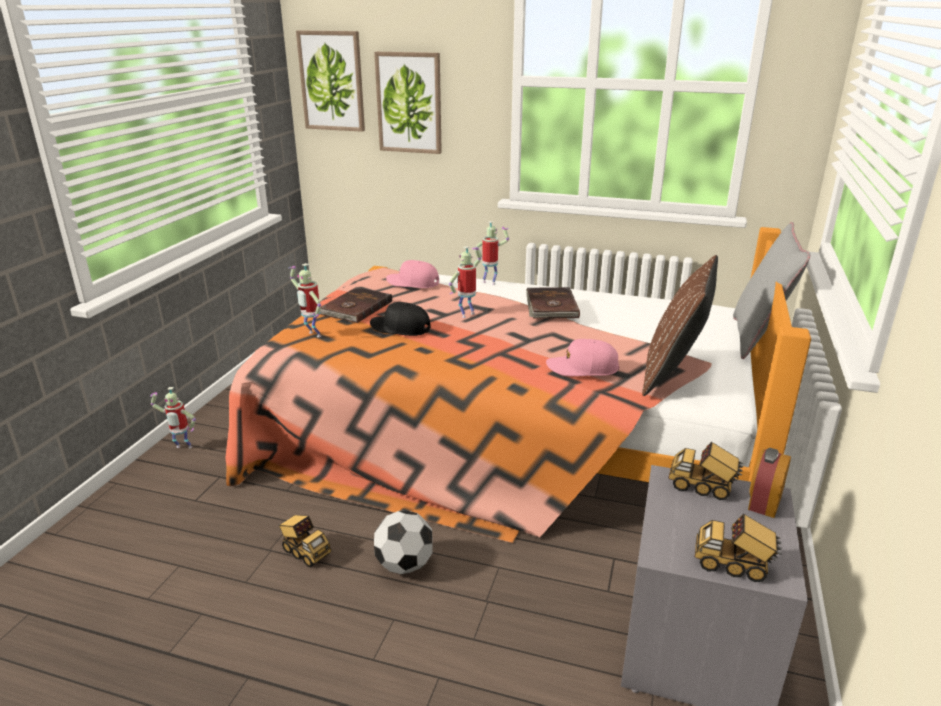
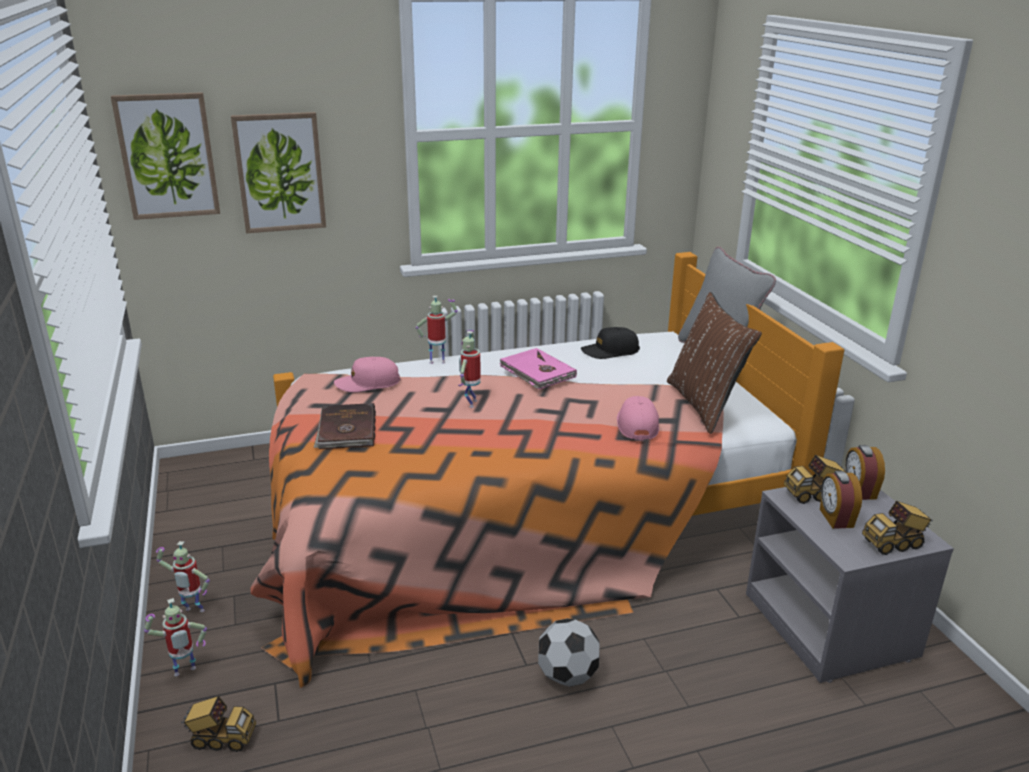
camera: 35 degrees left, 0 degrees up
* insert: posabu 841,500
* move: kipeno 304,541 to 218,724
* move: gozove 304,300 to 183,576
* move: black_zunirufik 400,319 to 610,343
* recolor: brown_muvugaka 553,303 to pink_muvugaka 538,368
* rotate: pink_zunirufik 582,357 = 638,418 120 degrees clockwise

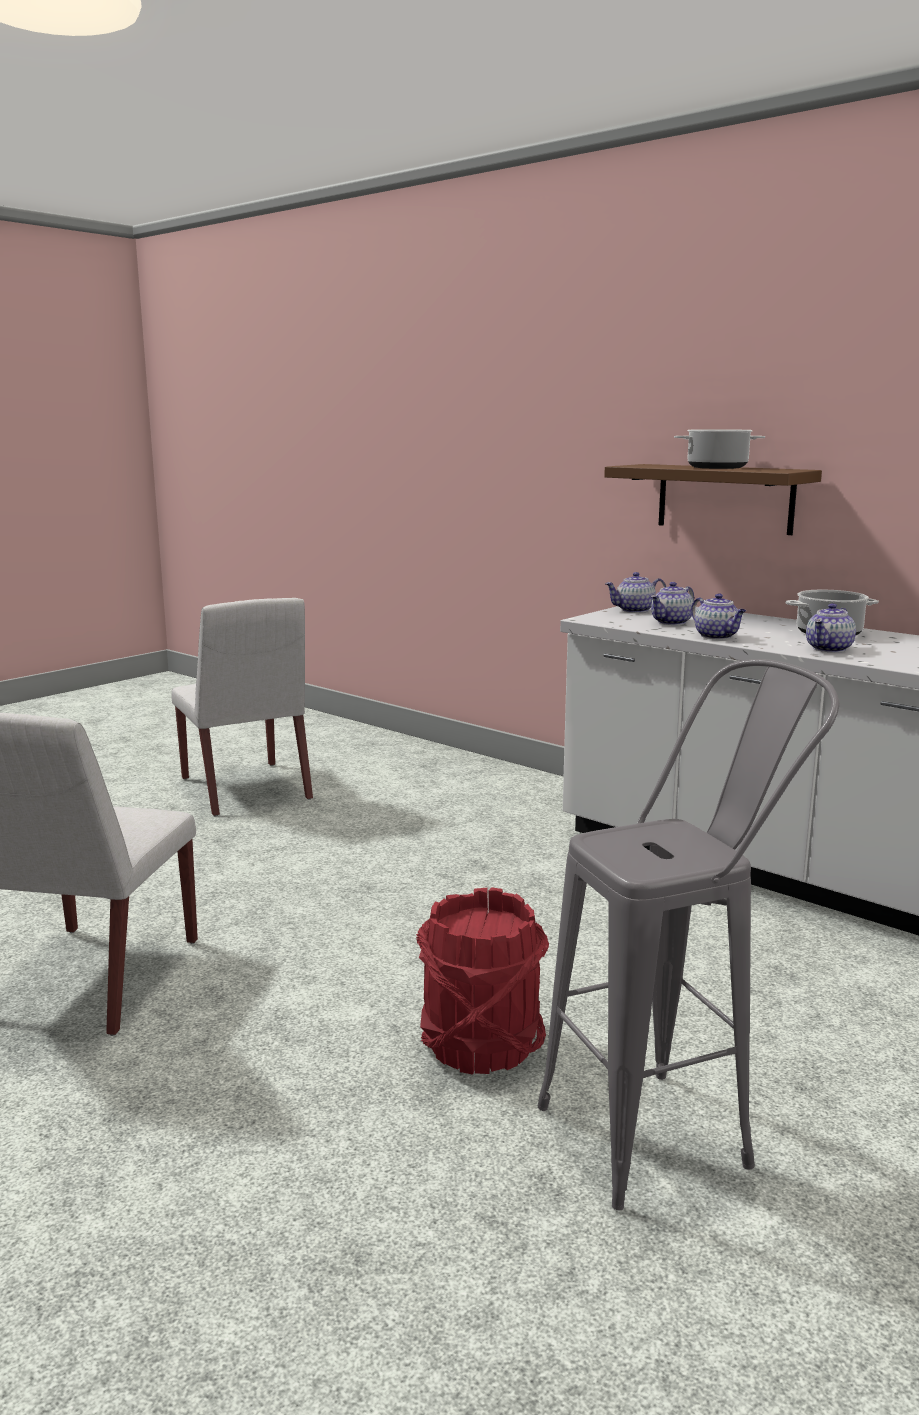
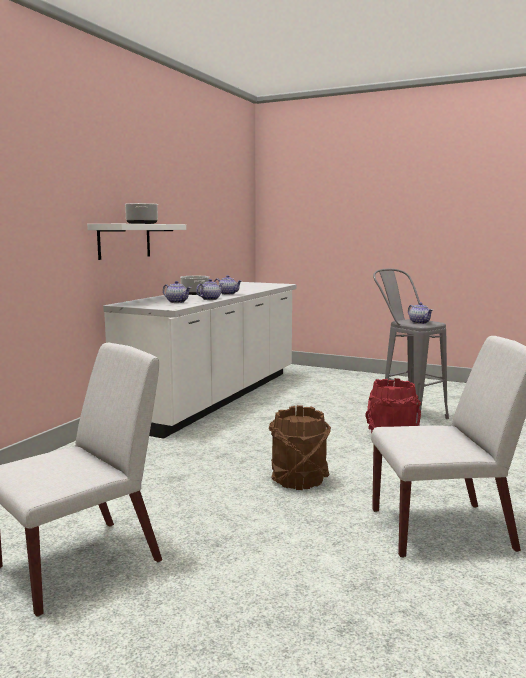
camera: 105 degrees left, 5 degrees down
* insert: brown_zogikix 300,447
* move: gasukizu 635,592 to 420,313
* recolor: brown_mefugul 713,499 to white_mefugul 136,242

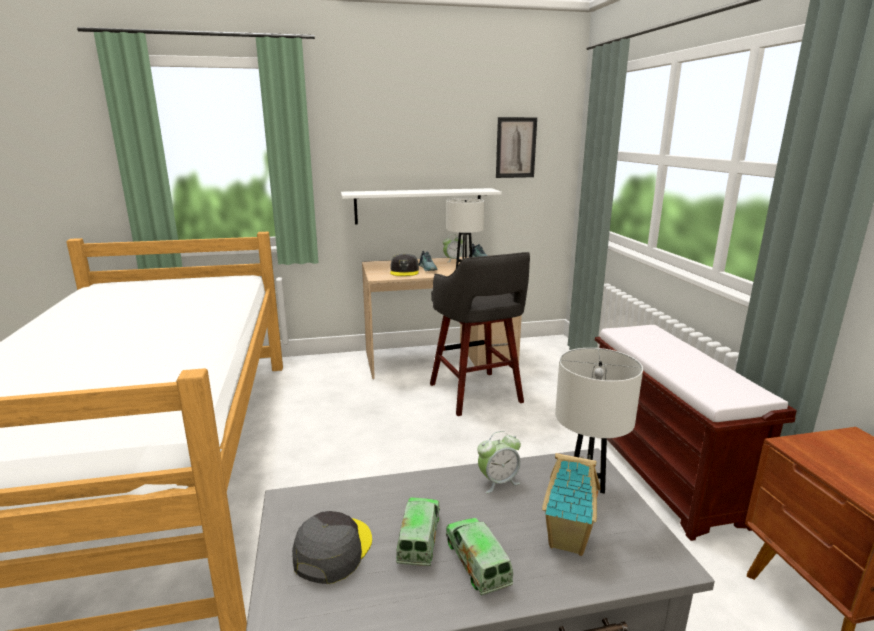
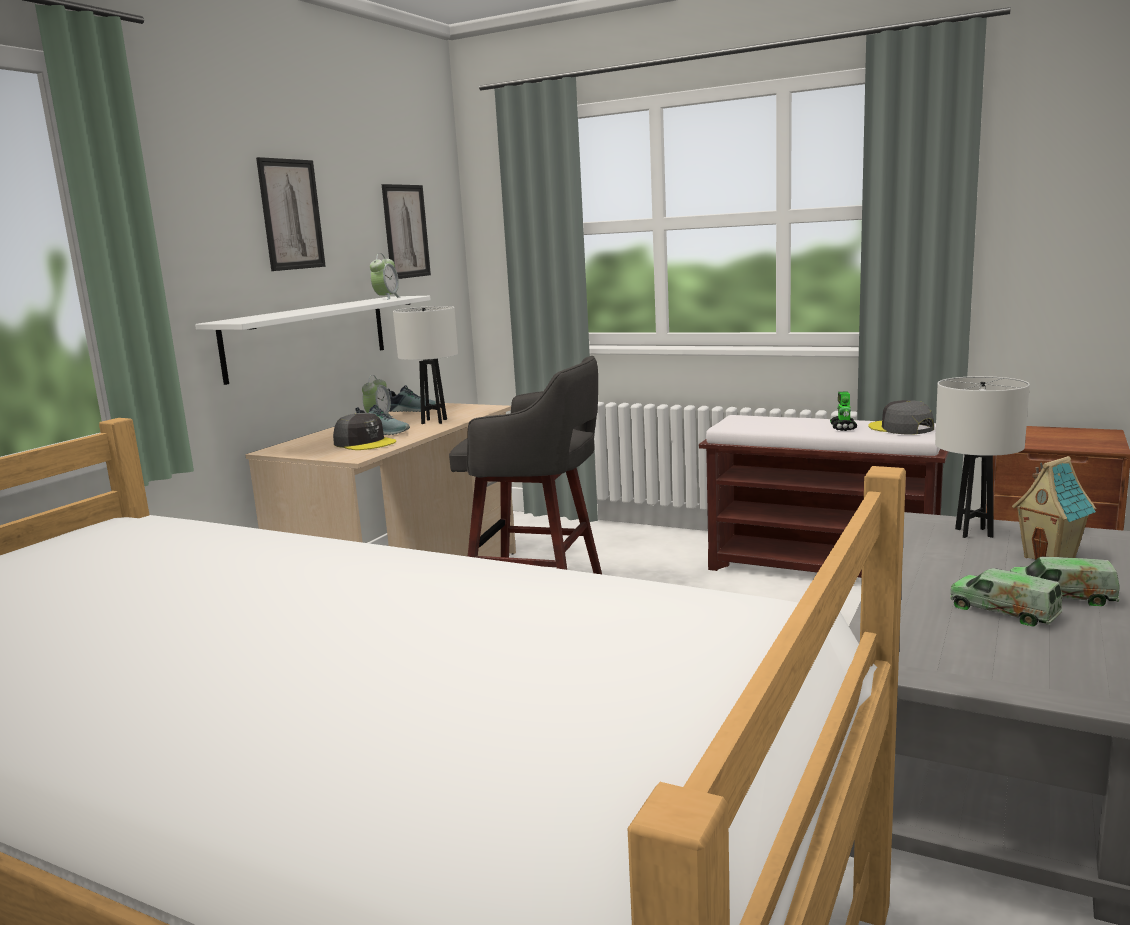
camera: 50 degrees left, 5 degrees down
* insert: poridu 291,214
* insert: gozove 843,411
* move: grey_zunirufik 332,547 to 901,417
* move: posabu 499,462 to 385,276

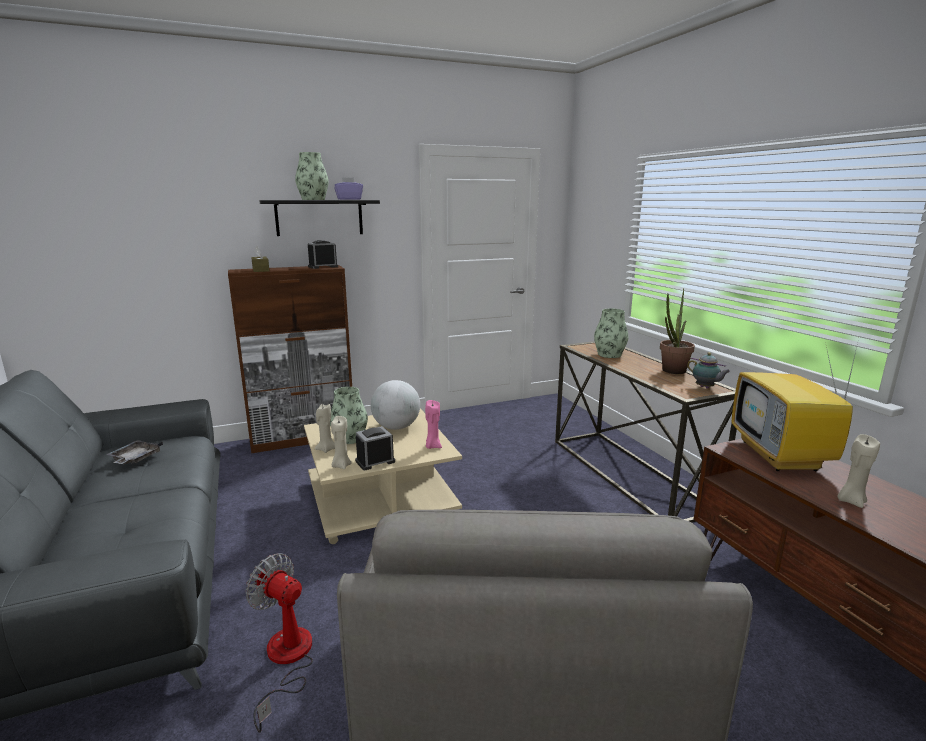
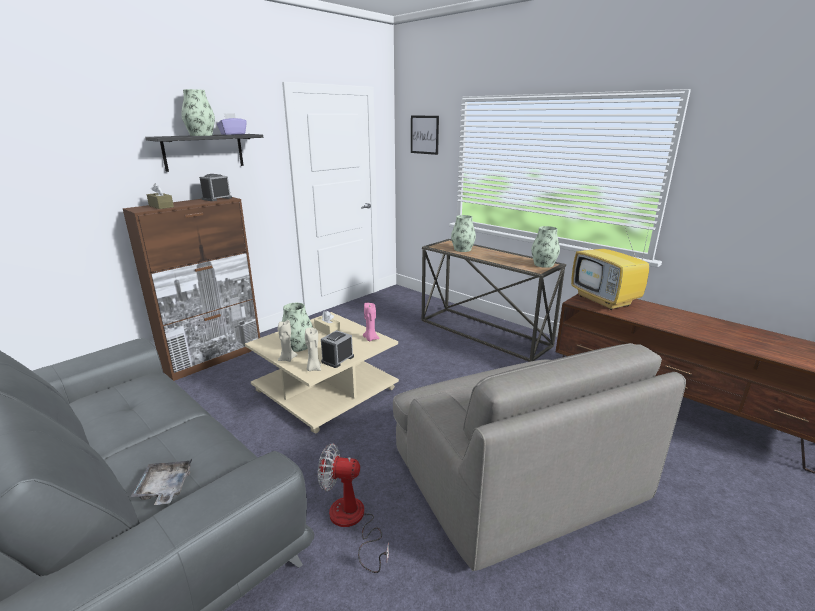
camera: 25 degrees left, 5 degrees up
* delete: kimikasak 677,331
* delete: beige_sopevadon 858,471
* insert: poridu 425,135
* move: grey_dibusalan 134,452 to 161,481
* replace: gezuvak 395,405 to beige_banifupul 327,323
* replace: gasukizu 709,370 to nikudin 545,247

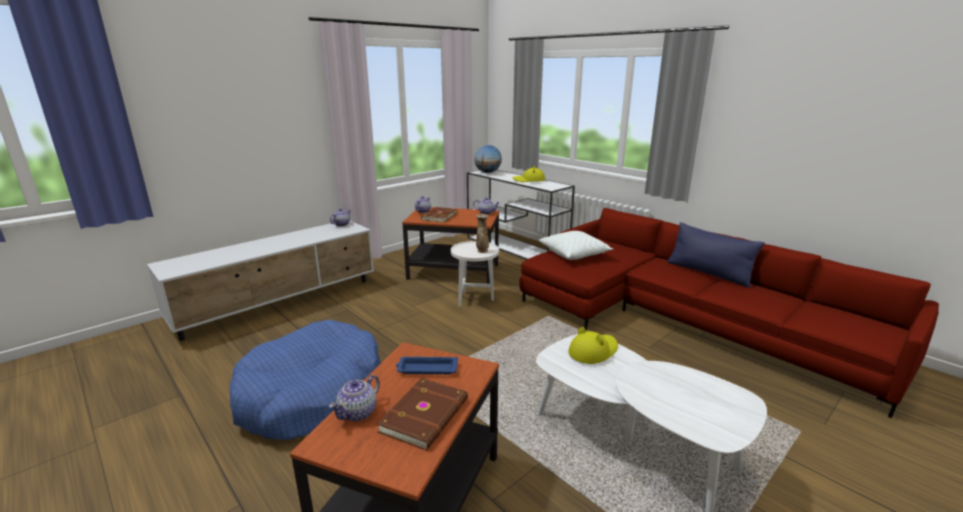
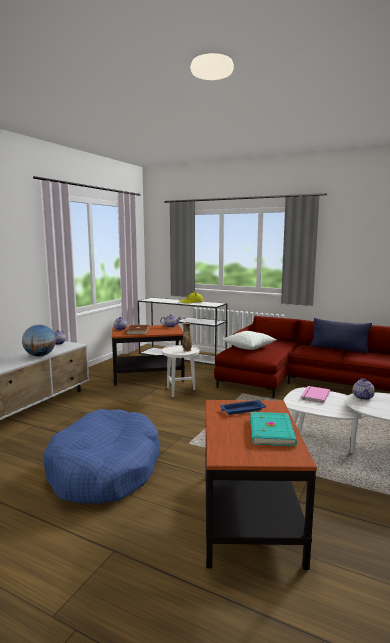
camera: 20 degrees left, 10 degrees down
* move: gasukizu 354,398 to 364,389
* move: gezuvak 488,159 to 39,340
* replace: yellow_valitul 593,345 to pink_muvugaka 315,394
* recolor: brown_muvugaka 422,414 to turquoise_muvugaka 273,429

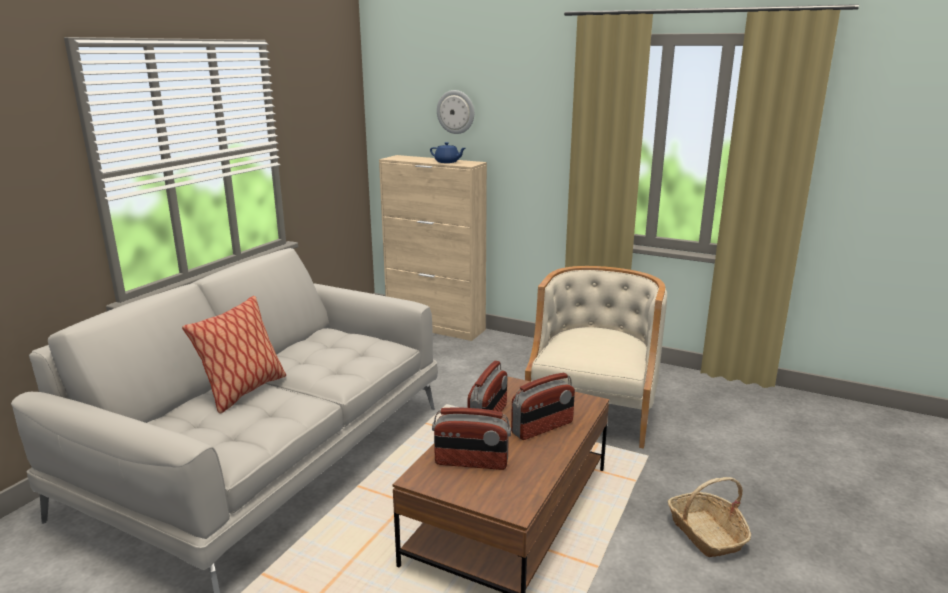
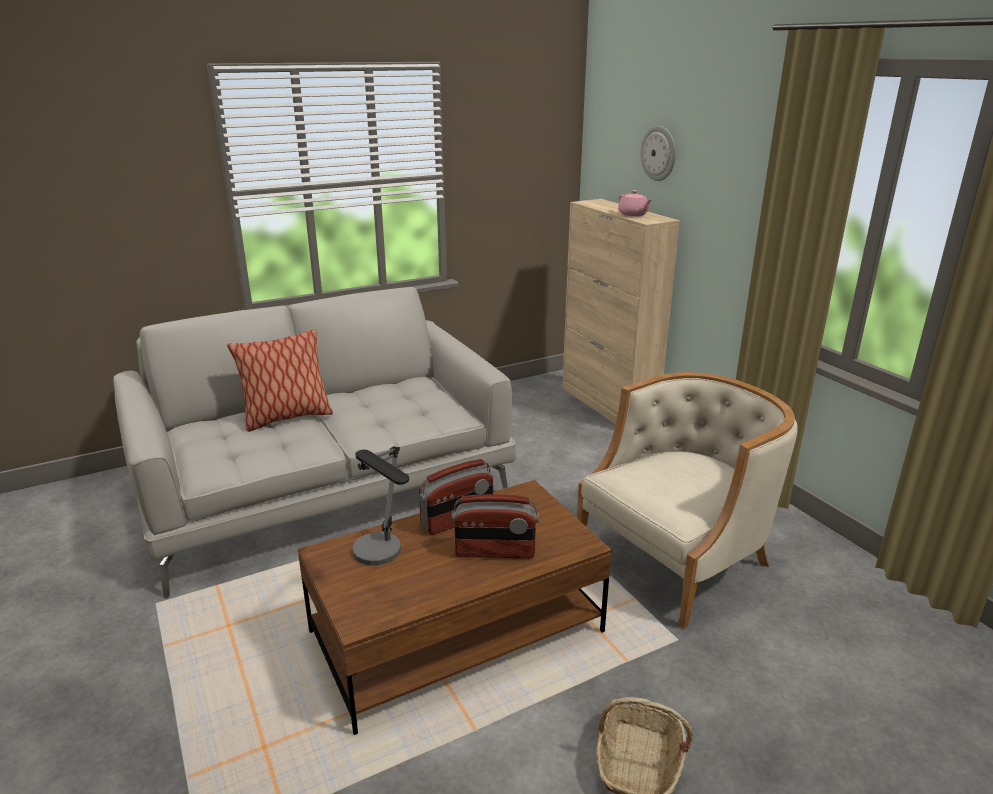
camera: 35 degrees right, 5 degrees up
* replace: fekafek 471,438 to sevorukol 380,506
* recolor: blue_gasukizu 447,152 to pink_gasukizu 635,203

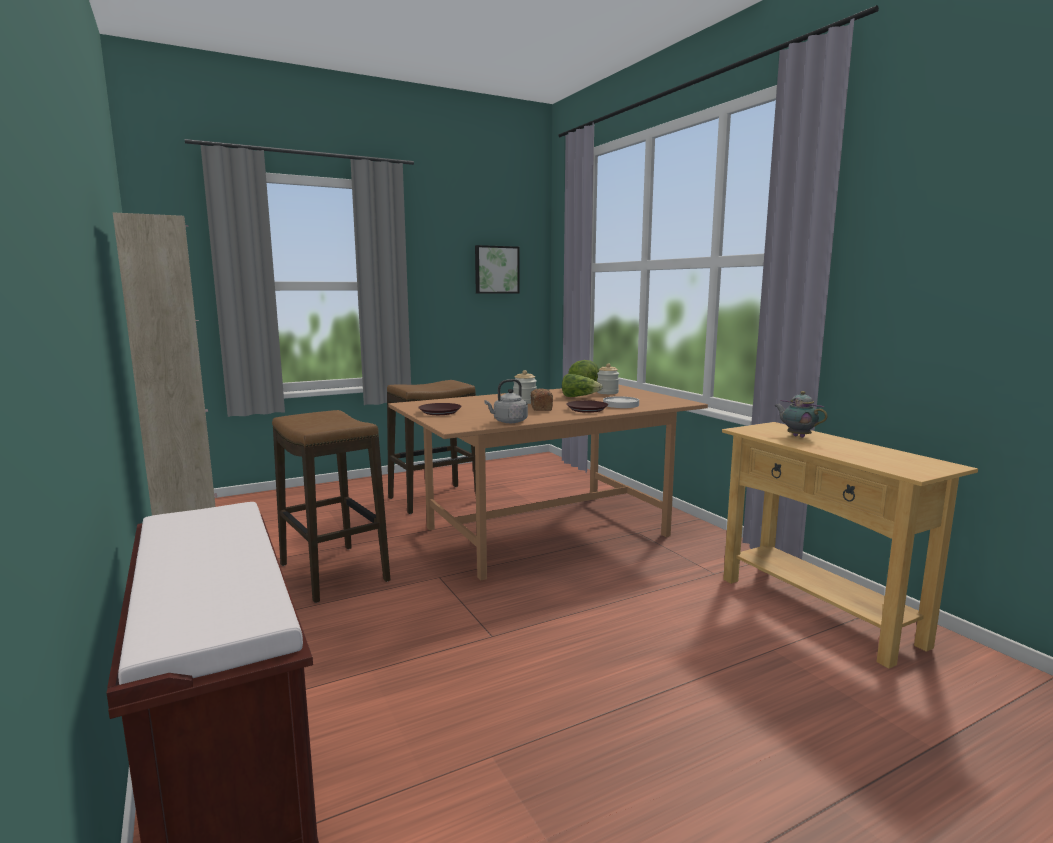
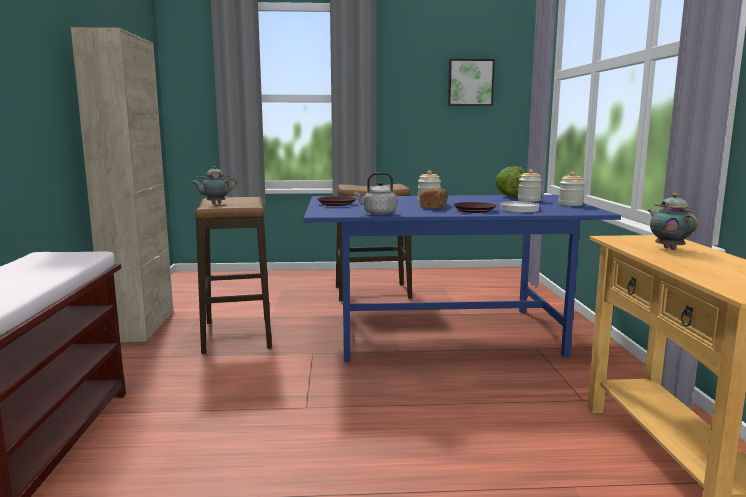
camera: 25 degrees right, 0 degrees up
* delete: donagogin 582,385
* insert: gasukizu 214,185
* insert: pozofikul 571,189
* recolor: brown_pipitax 548,482 to blue_pipitax 462,278

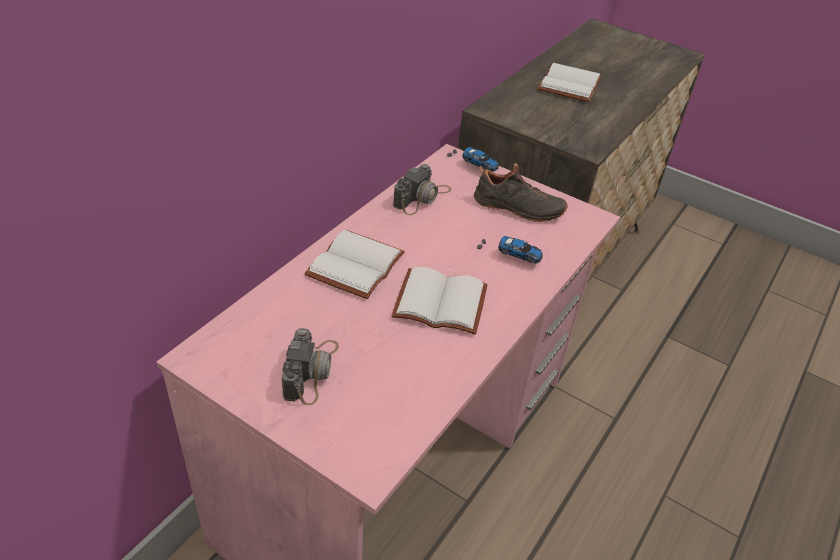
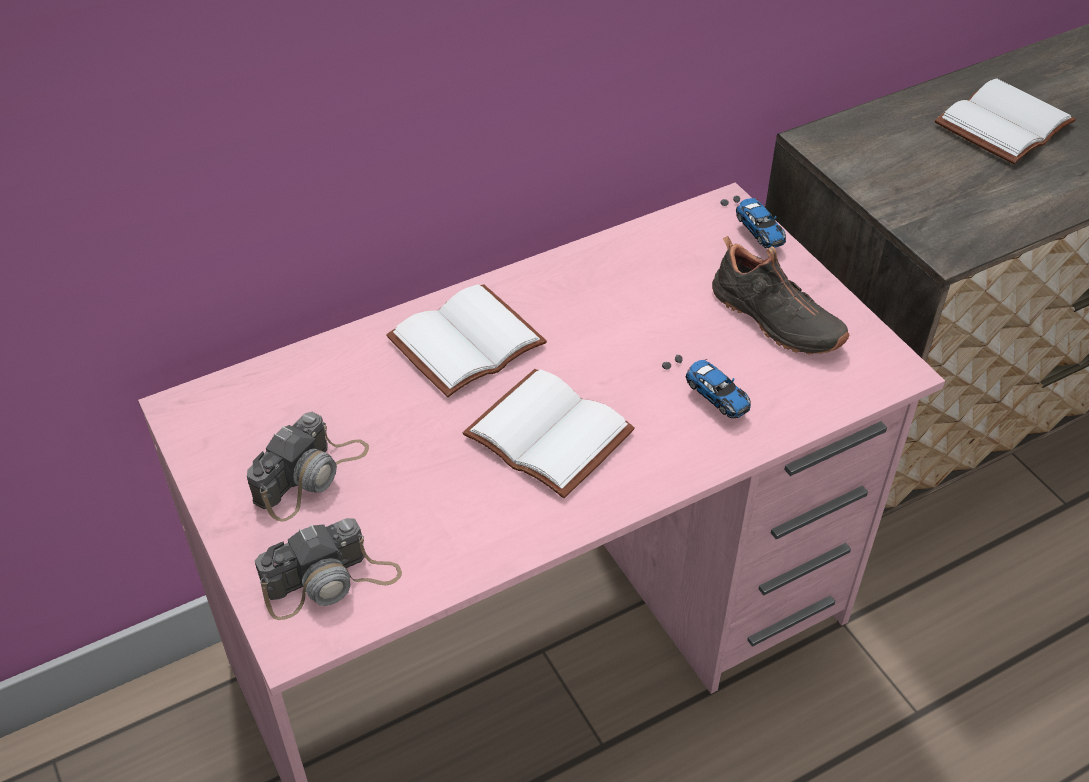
camera: 30 degrees right, 5 degrees up
* move: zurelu 422,189 to 328,569

